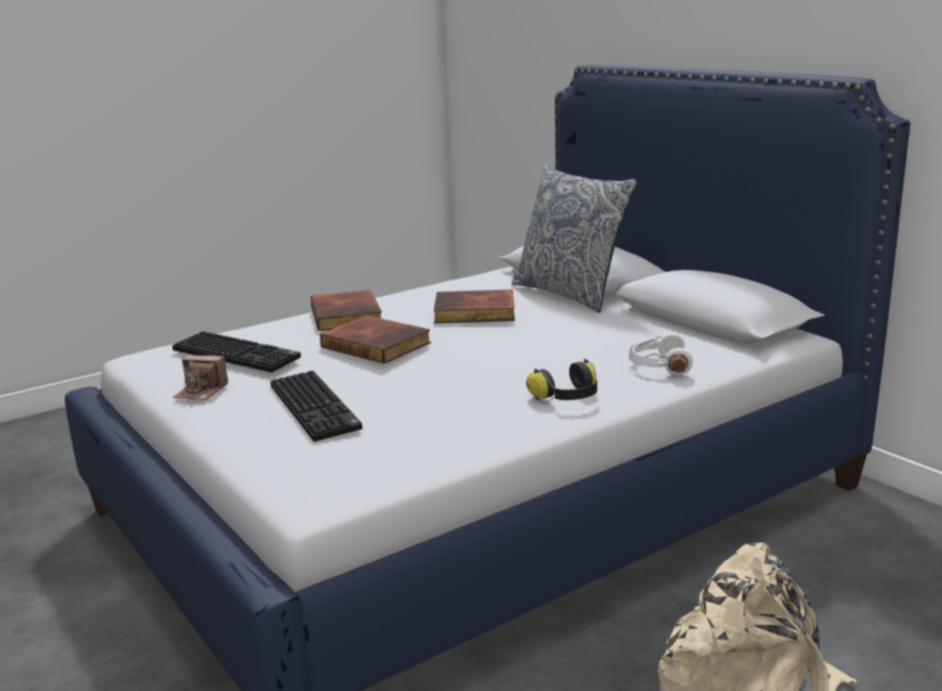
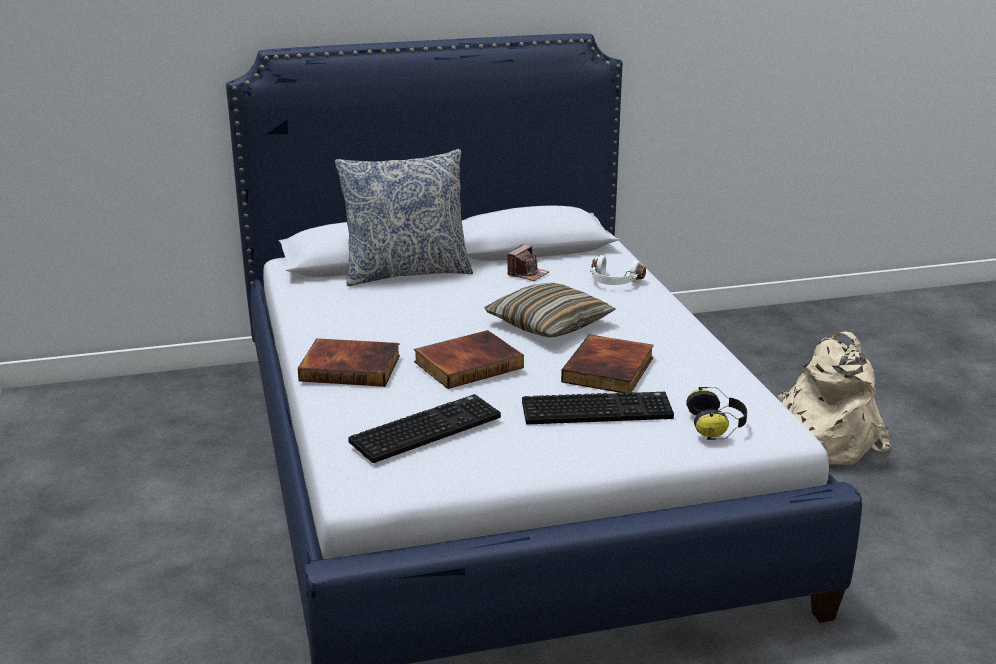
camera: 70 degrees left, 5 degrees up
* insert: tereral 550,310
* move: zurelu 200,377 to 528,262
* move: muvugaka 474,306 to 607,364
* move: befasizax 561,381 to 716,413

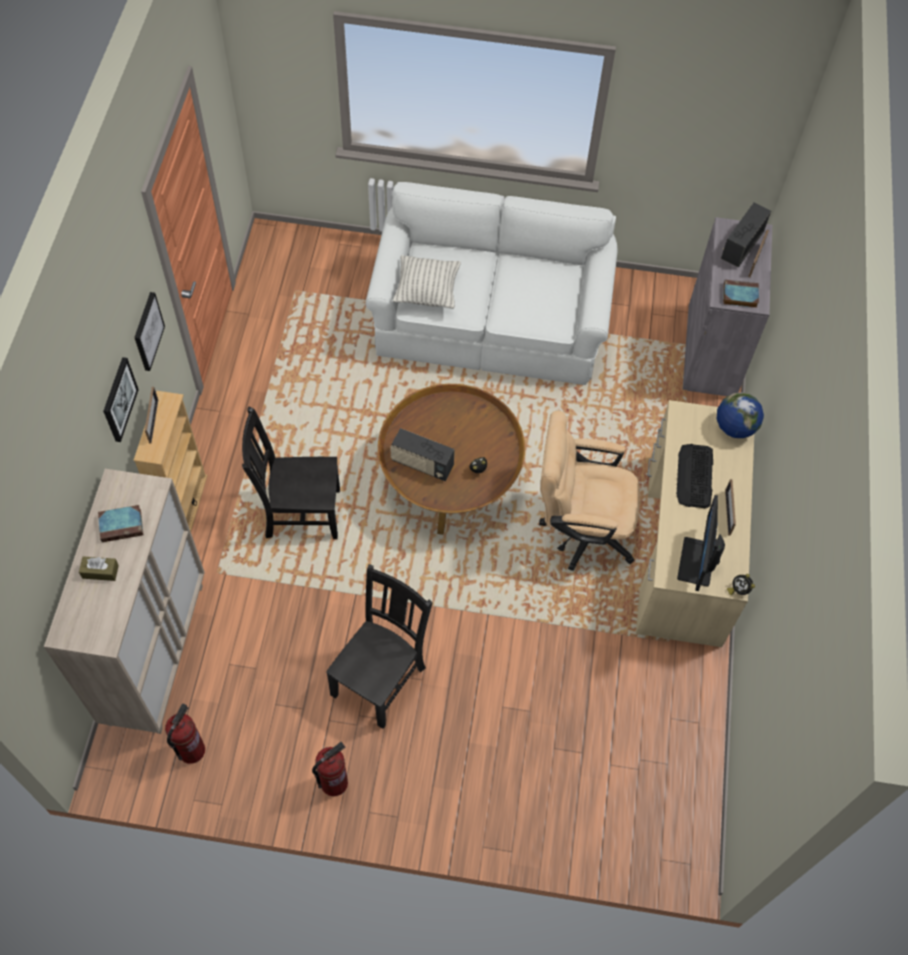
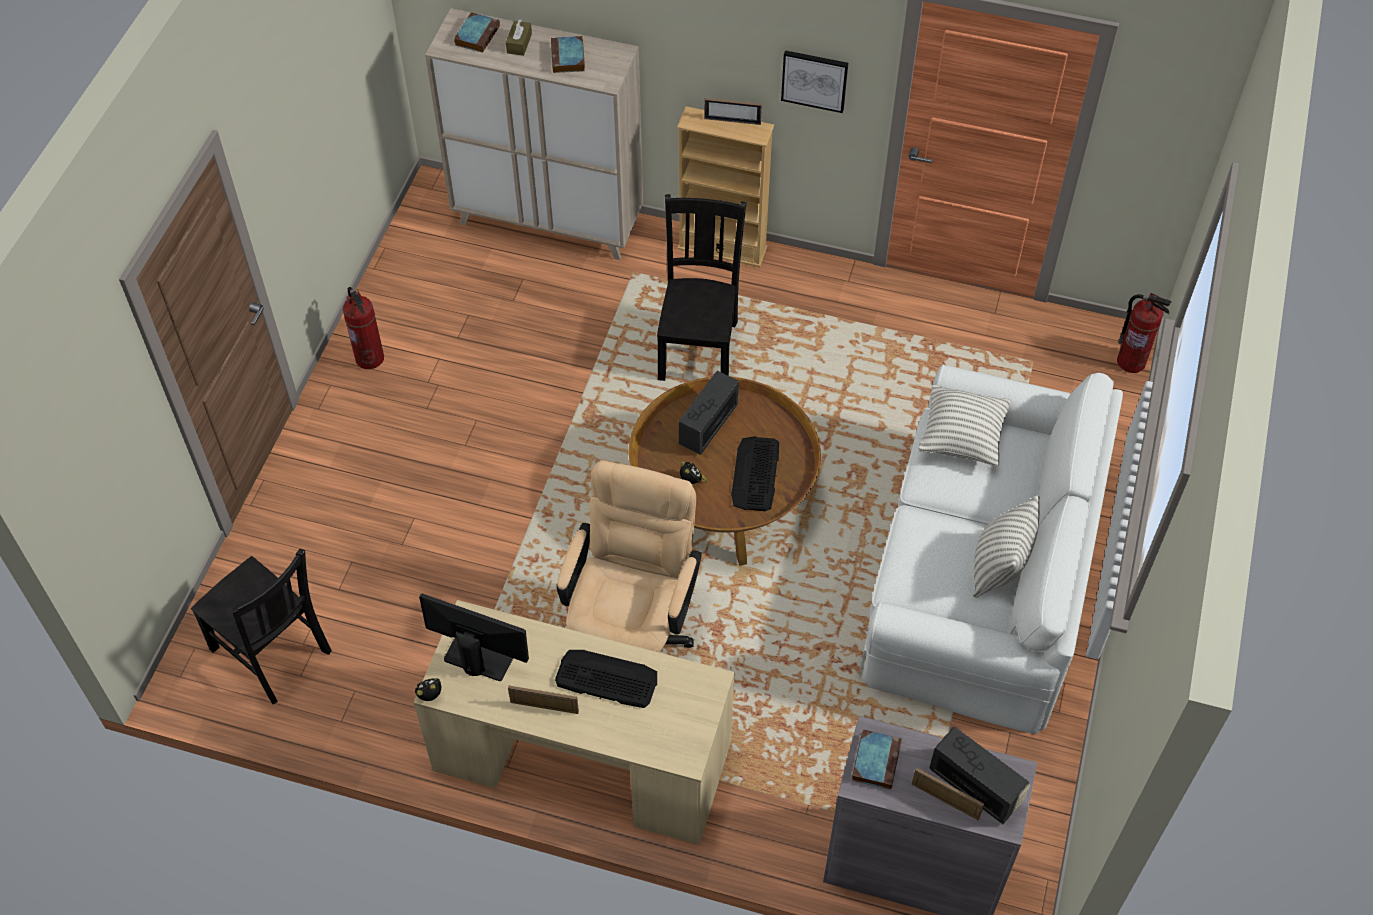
camera: 100 degrees right, 5 degrees down
* delete: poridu 121,399
* delete: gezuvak 740,415
* insert: muvugaka 477,32
* insert: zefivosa 755,473
* insert: tereral 1006,546
* move: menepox 185,733 to 1144,333
* move: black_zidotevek 379,646 to 261,626

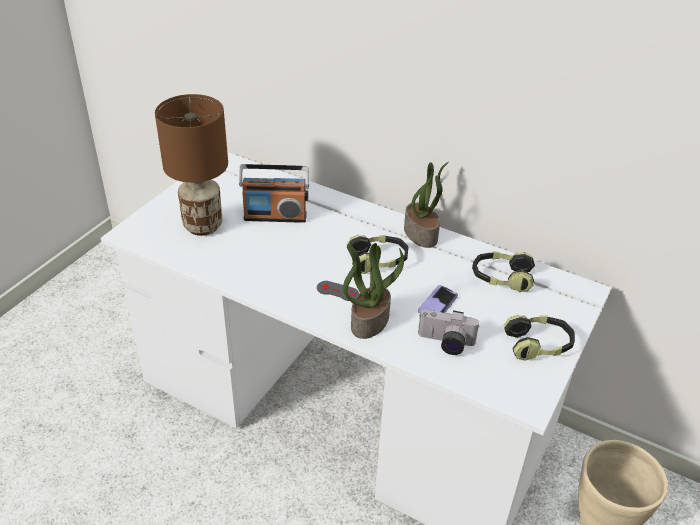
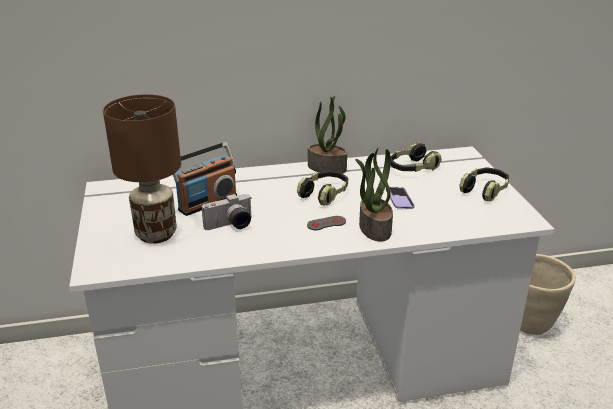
camera: 40 degrees left, 10 degrees down
* move: zurelu 449,332 to 227,211

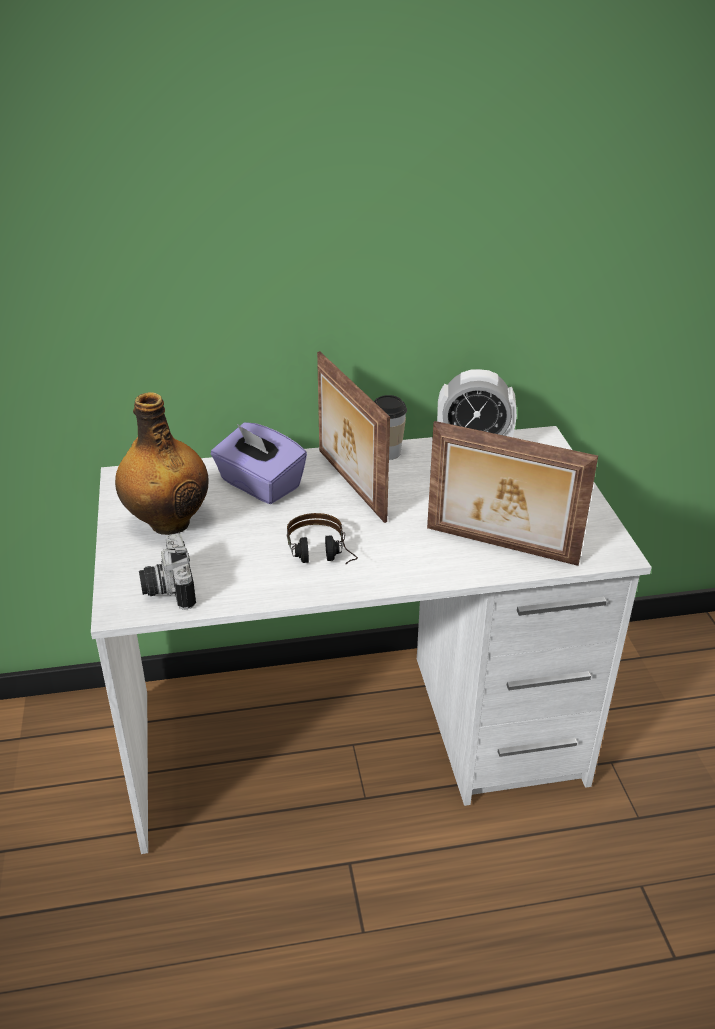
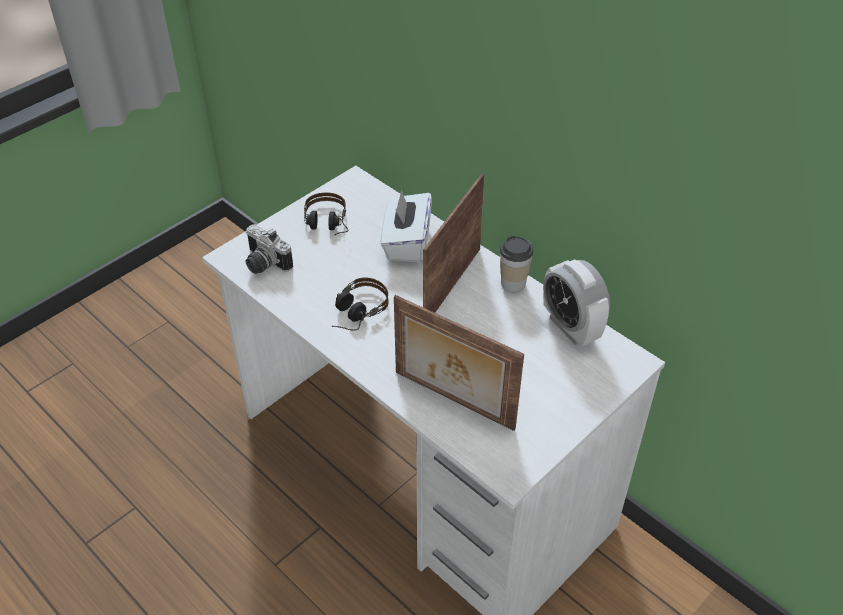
camera: 55 degrees right, 10 degrees up
* replace: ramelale 161,463 to befasizax 326,213
* recolor: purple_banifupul 259,463 to white_banifupul 406,226
* rotate: zurelu 167,571 = 269,249 90 degrees counterclockwise
* rotate: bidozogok 512,493 = 459,363 45 degrees counterclockwise

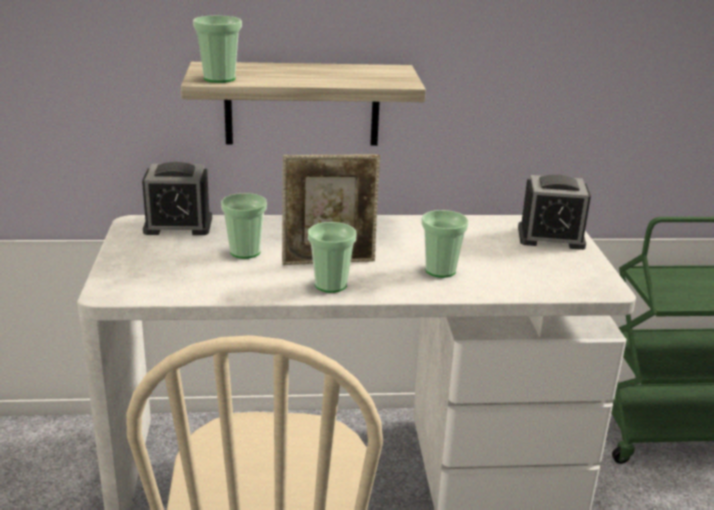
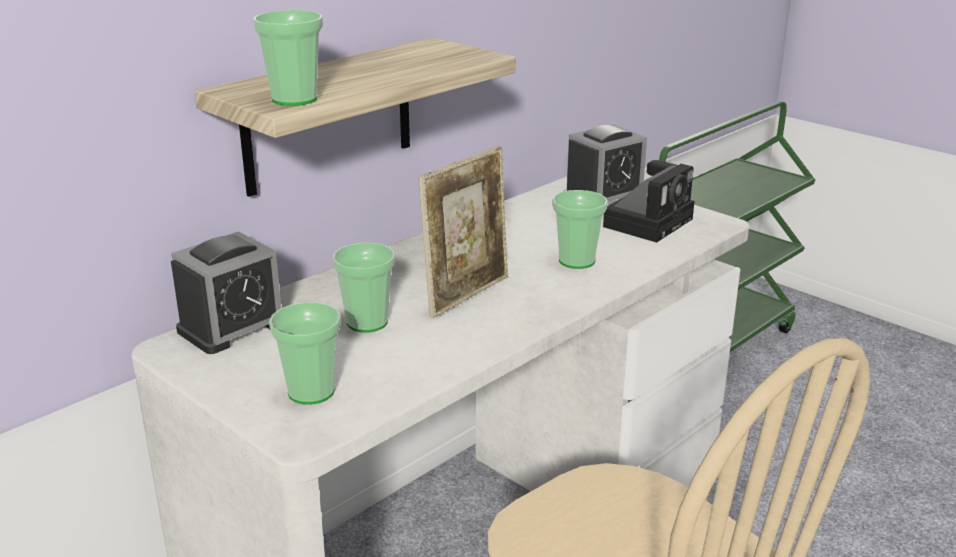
camera: 40 degrees left, 0 degrees up
* insert: zurelu 648,201
* move: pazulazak 332,257 to 305,353

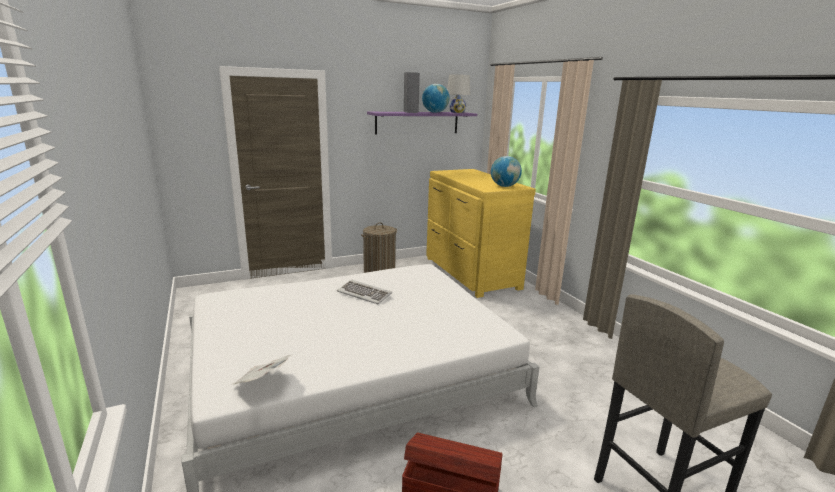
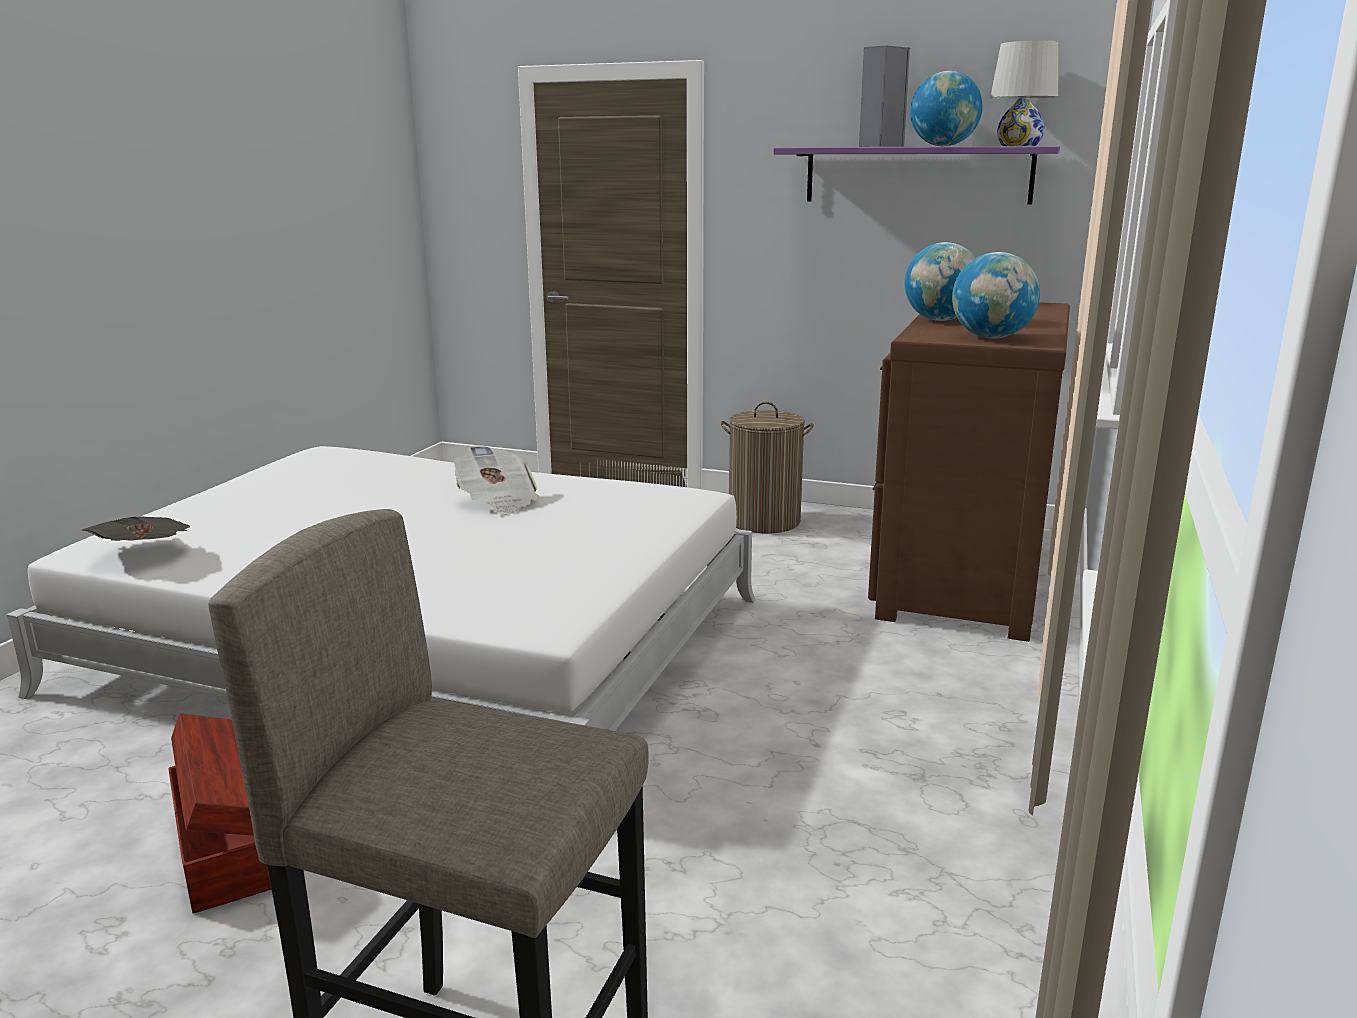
camera: 45 degrees right, 0 degrees up
* insert: gezuvak 940,281
* replace: zefivosa 364,292 to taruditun 496,480
* recolor: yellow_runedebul 481,233 to brown_runedebul 969,472

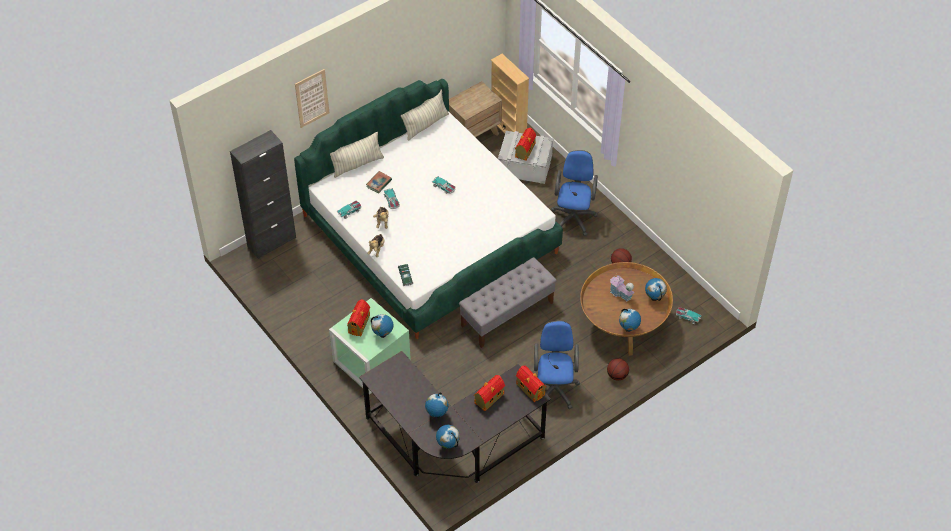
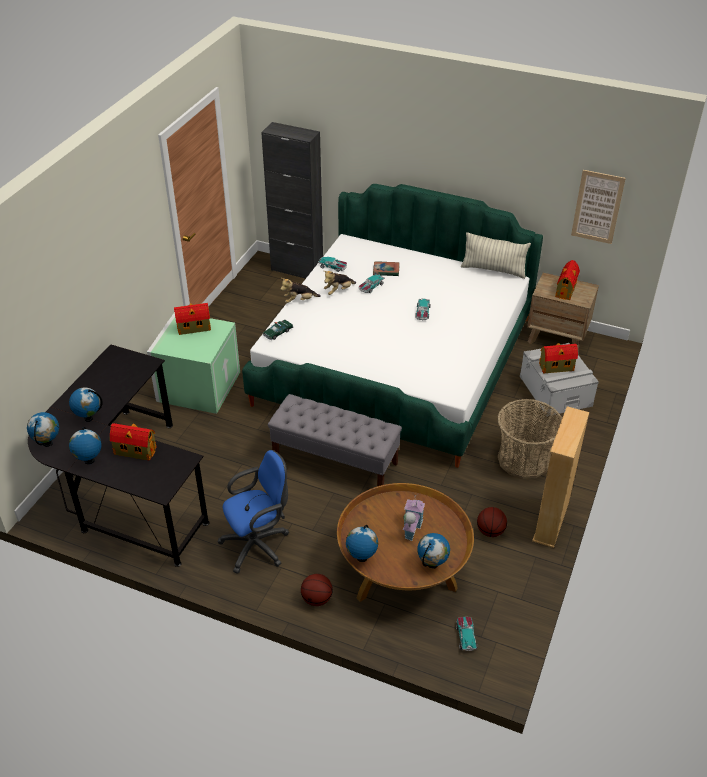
camera: 60 degrees right, 10 degrees down
* delete: tereral 357,155
* move: poridu 312,98 to 598,207
* move: gezuvak 382,326 to 85,445
* move: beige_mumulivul 510,93 to 560,477
* move: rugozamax 531,384 to 567,280
* replace: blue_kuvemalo 574,193 to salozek 529,439

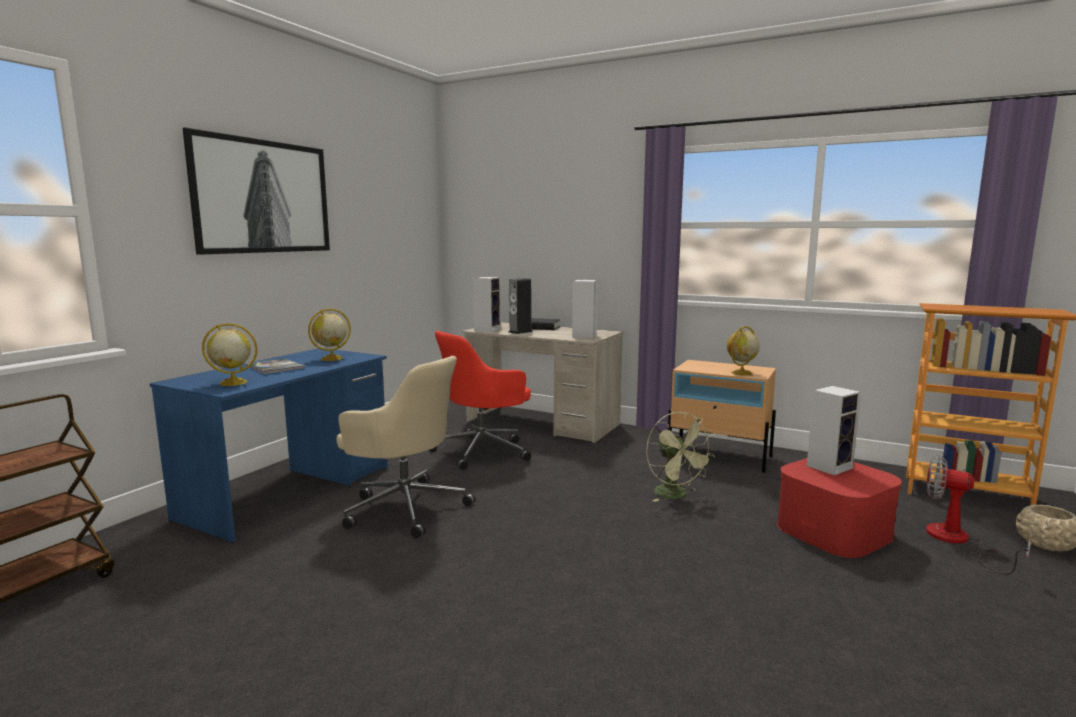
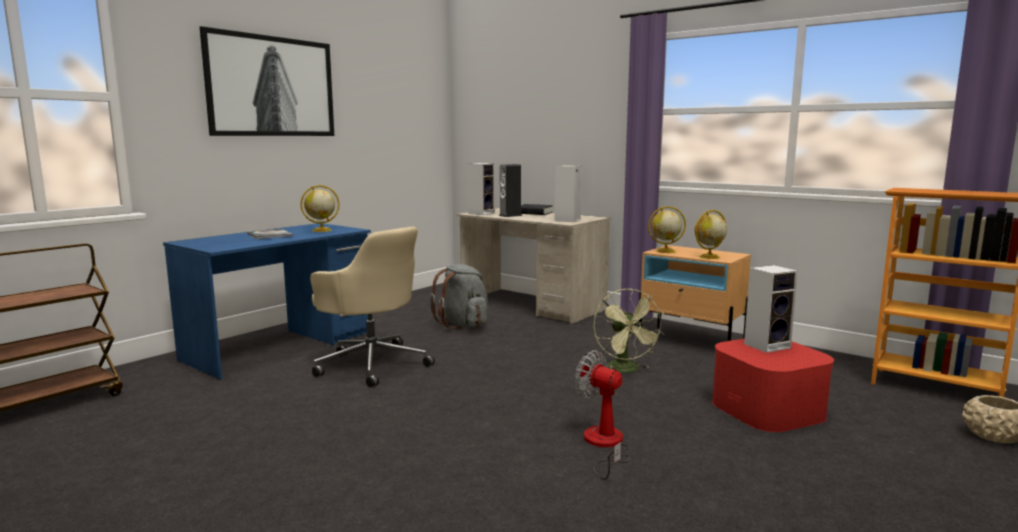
camera: 10 degrees right, 0 degrees up
* move: gezuvak 229,354 to 667,229
* move: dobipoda 978,515 to 602,415
* replace: red_kuvemalo 480,400 to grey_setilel 459,296

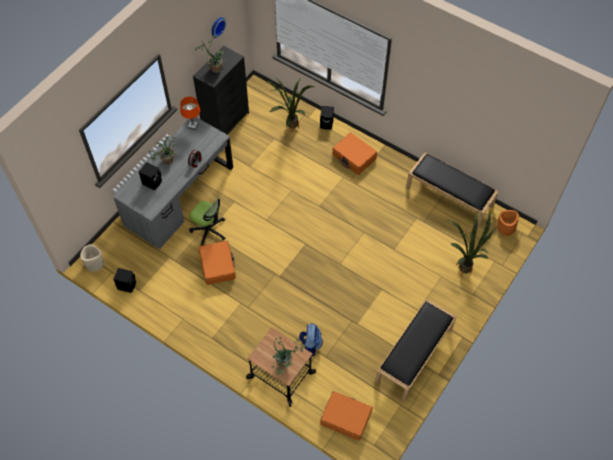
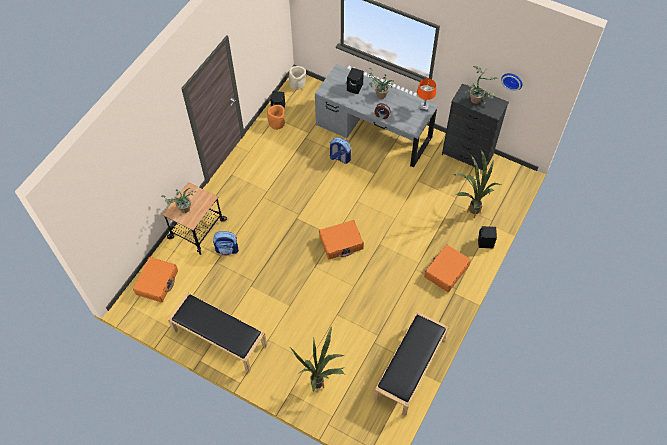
camera: 85 degrees right, 0 degrees up
* move: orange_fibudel 217,263 to 341,239
* move: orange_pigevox 508,223 to 276,117
* replace: kuvemalo 207,221 to setilel 340,150

